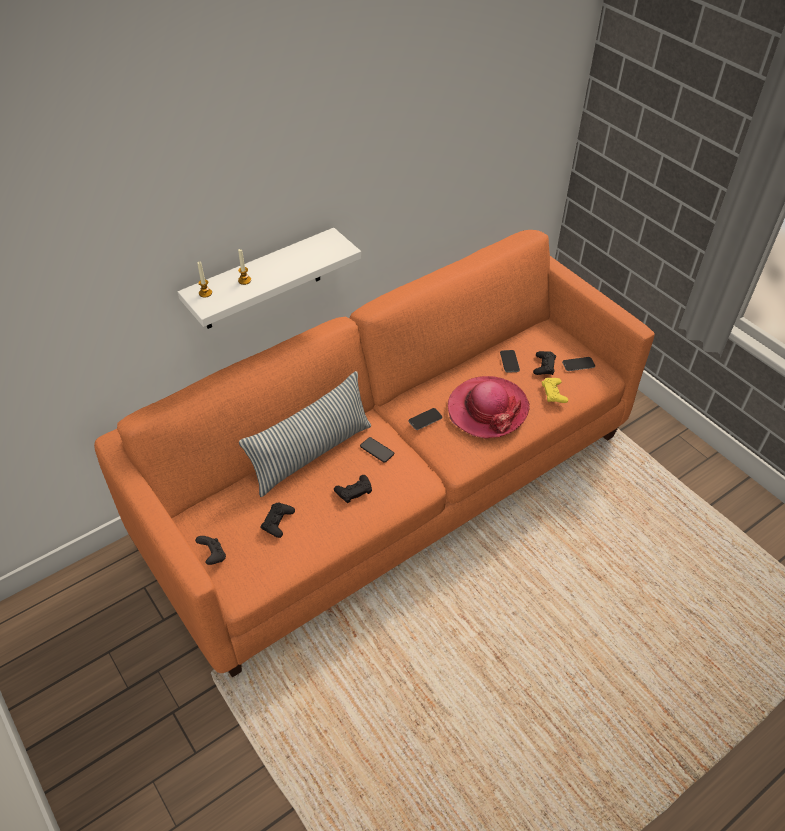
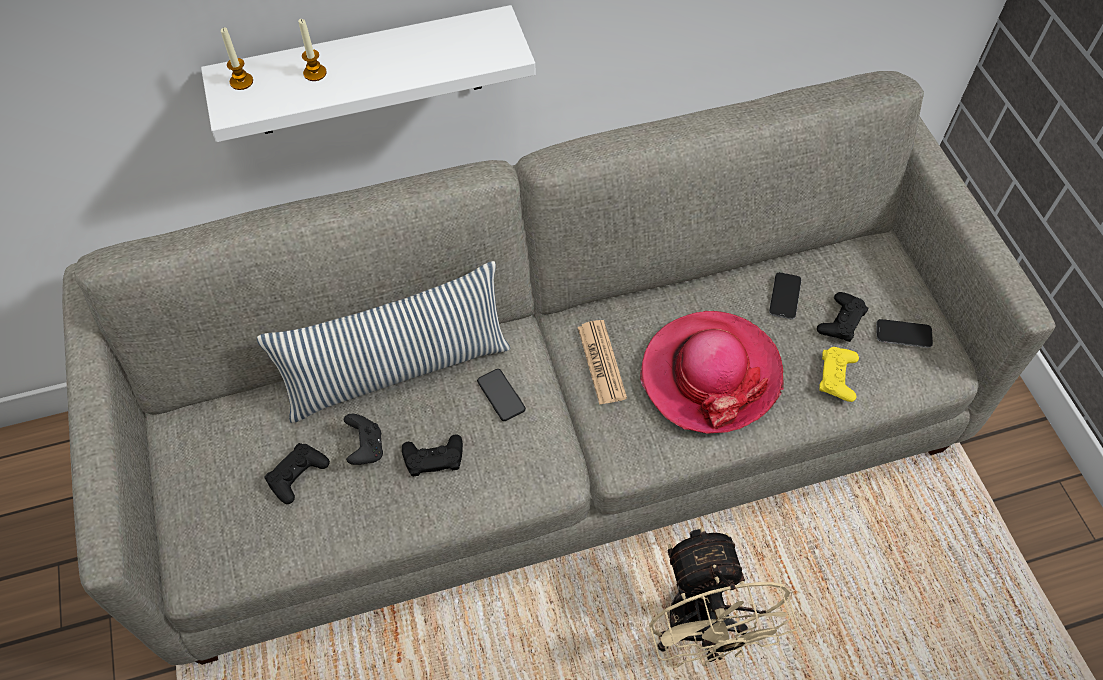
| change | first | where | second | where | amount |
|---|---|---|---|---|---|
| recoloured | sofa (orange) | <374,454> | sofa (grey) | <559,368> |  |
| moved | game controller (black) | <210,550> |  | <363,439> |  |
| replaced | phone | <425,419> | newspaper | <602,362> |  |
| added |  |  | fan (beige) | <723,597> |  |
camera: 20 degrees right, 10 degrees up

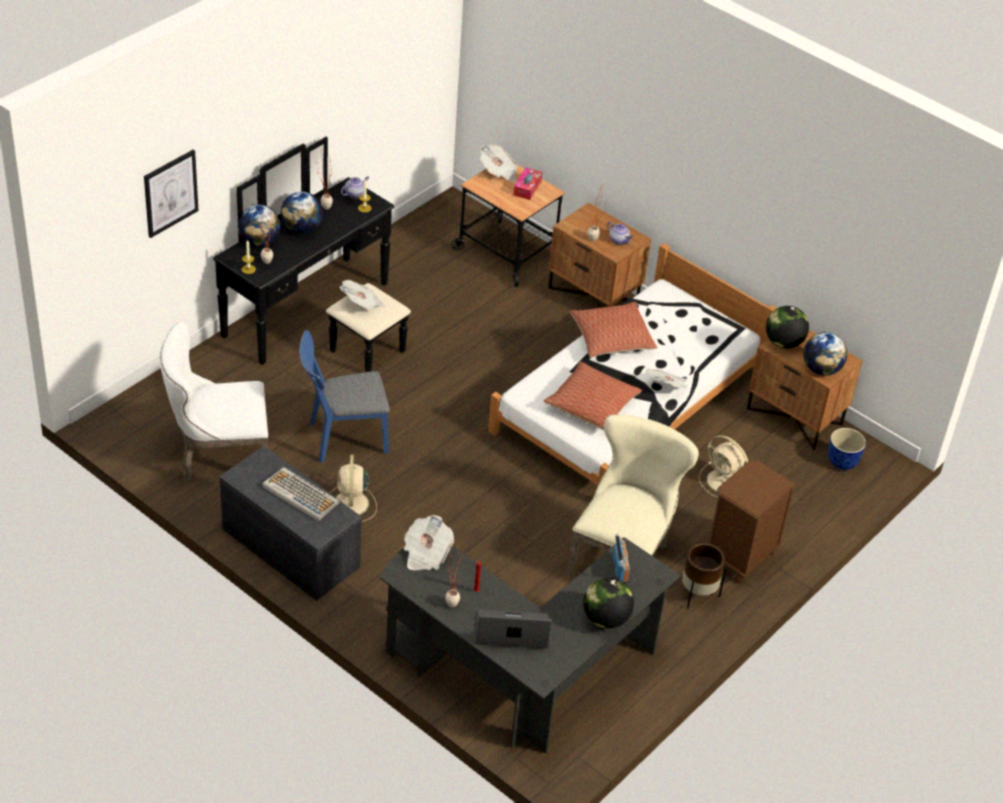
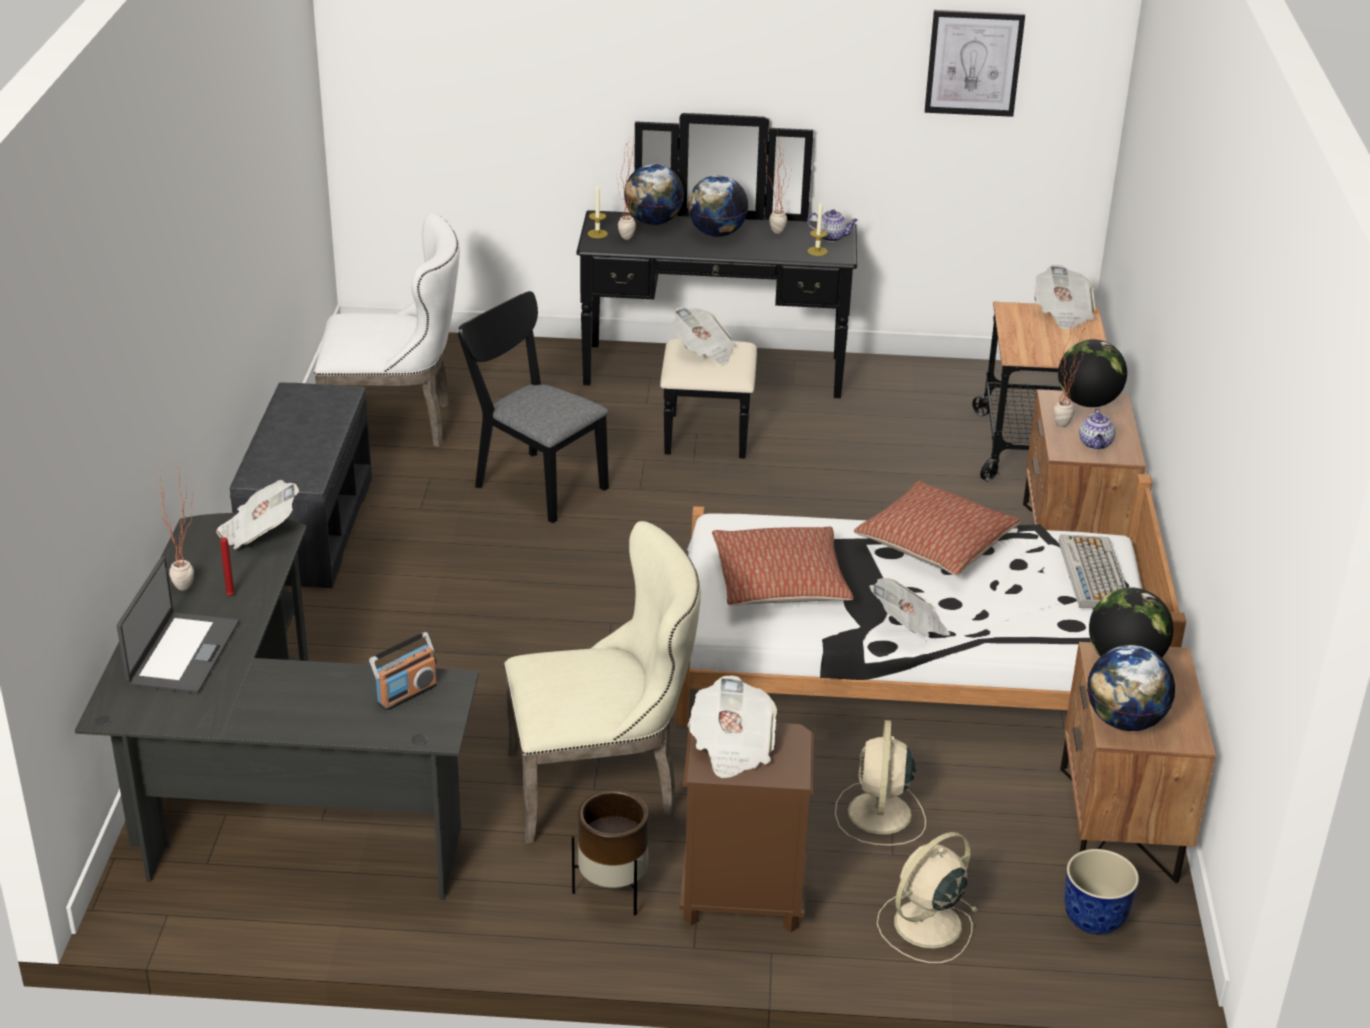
| change | first | where | second | where | amount |
|---|---|---|---|---|---|
| moved | picture | <171,194> |  | <975,63> |  |
| turned | chair (white) | <214,402> |  | <387,330> | 135 degrees clockwise |
| moved | keyboard | <301,494> |  | <1092,571> |  |
| recoloured | chair (blue) | <344,396> | chair (black) | <533,407> |  |
| moved | fan (beige) | <353,488> |  | <927,897> |  |
| turned | laptop | <514,628> |  | <178,625> | 45 degrees clockwise |
| removed | tissue box | <527,184> |  |  |  |
| moved | globe | <608,602> |  | <1092,373> |  |
| added |  |  | newspaper | <732,726> |  |
camera: 55 degrees right, 10 degrees down

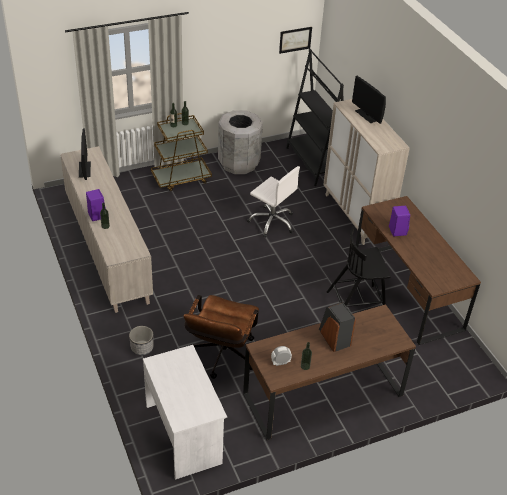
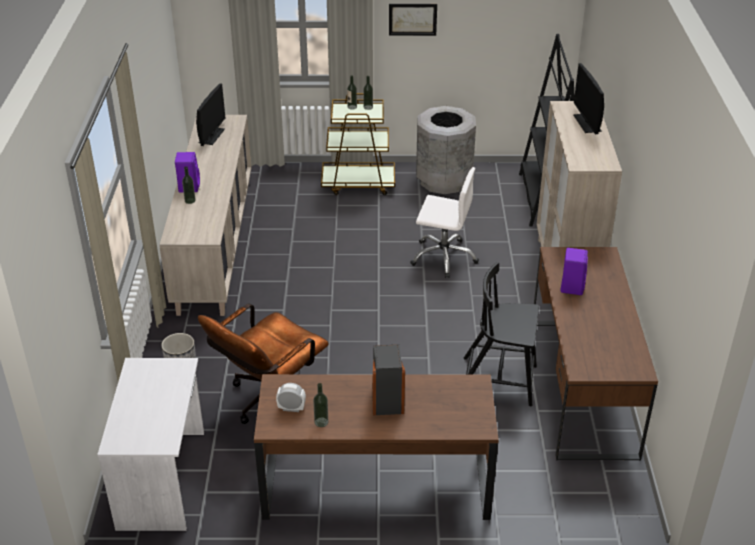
| change | first | where | second | where | amount |
|---|---|---|---|---|---|
| turned | office chair (white) | <273,202> |  | <444,222> | 45 degrees counterclockwise |
| moved | picture | <295,40> |  | <413,20> |  |
camera: 25 degrees right, 5 degrees down

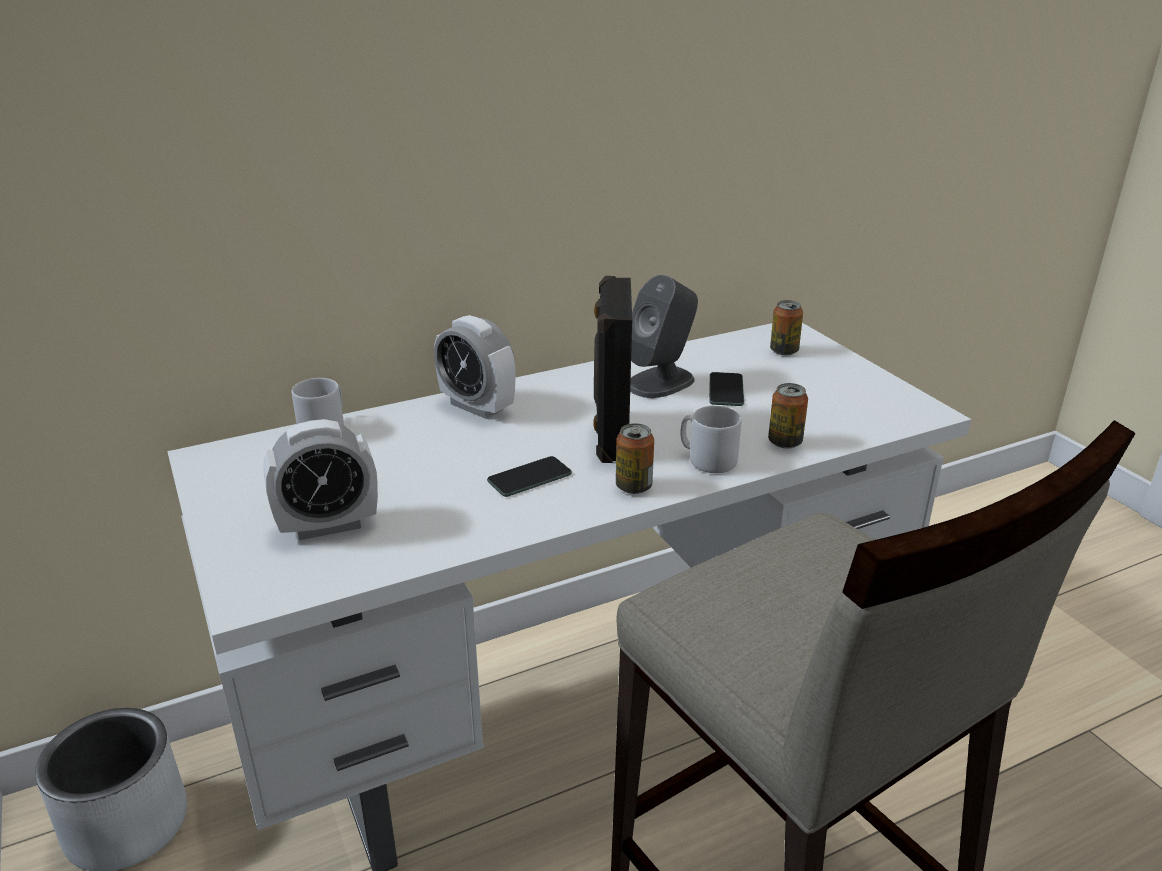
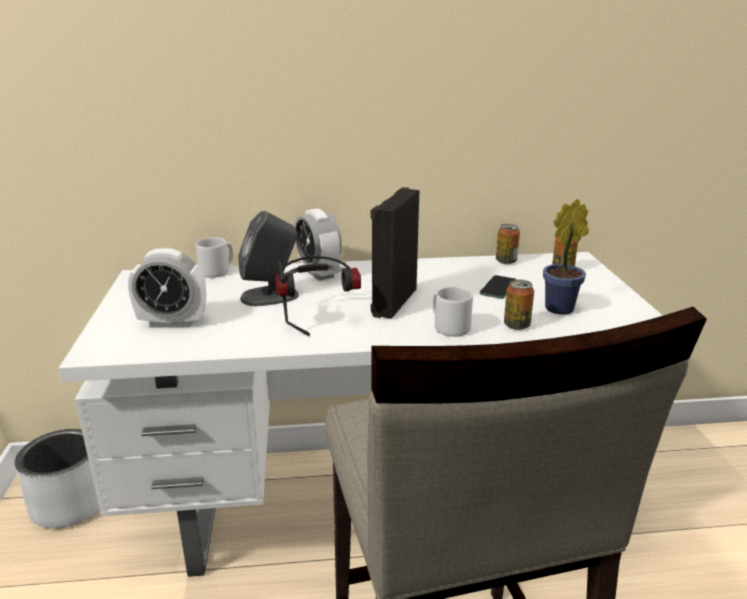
| change | first | where | second | where | amount |
|---|---|---|---|---|---|
| replaced | phone | <529,476> | headphones | <318,296> |  |
| moved | can | <635,459> |  | <508,244> |  |
| moved | speaker (grey) | <664,336> |  | <268,258> |  |
| added |  |  | potted plant | <566,257> |  |
camera: 20 degrees right, 5 degrees down

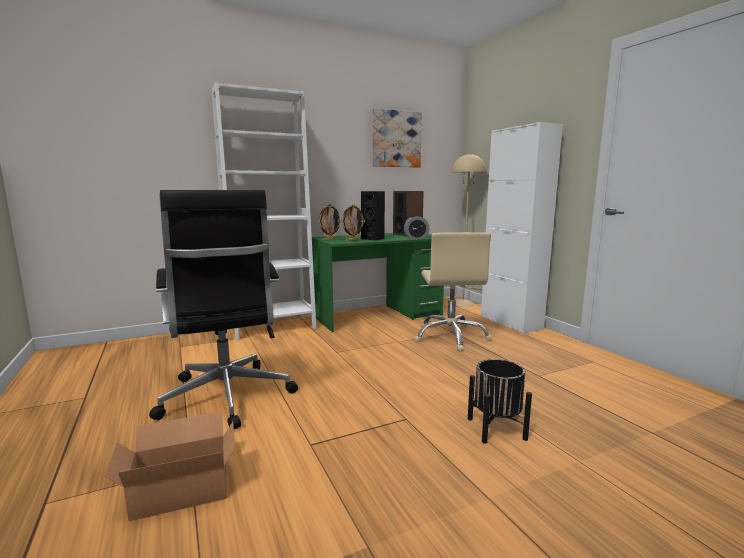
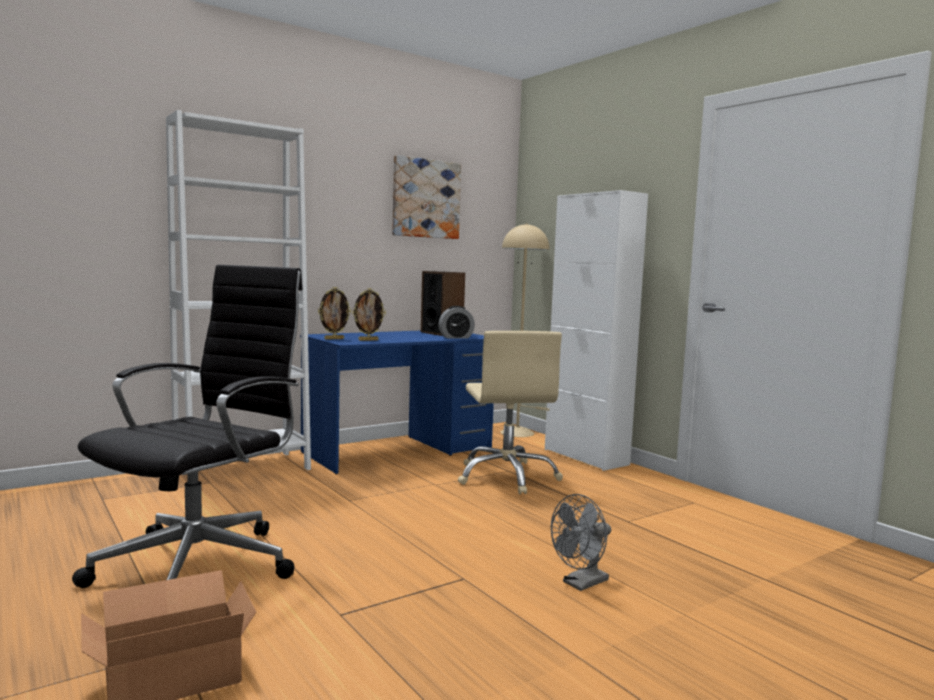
| change | first | where | second | where | amount |
|---|---|---|---|---|---|
| turned | office chair (black) | <223,309> |  | <187,426> | 120 degrees counterclockwise |
| recoloured | desk (green) | <378,282> | desk (blue) | <397,402> |  |
| removed | speaker (black) | <373,216> |  |  |  |
| replaced | planter (black) | <500,401> | fan (grey) | <581,542> |  |
camera: 10 degrees left, 5 degrees down

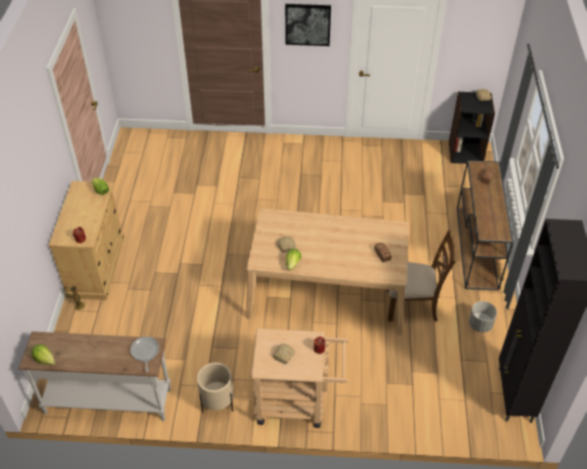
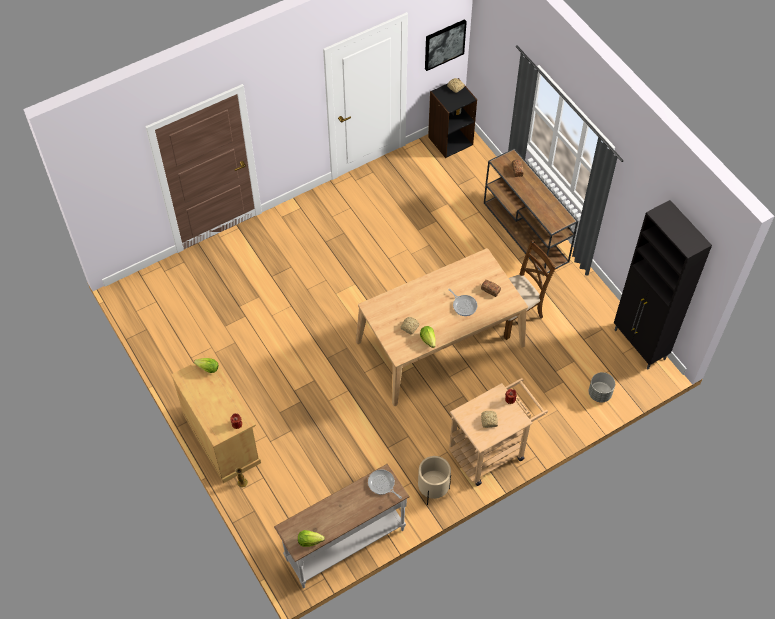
| change | first | where | second | where | amount |
|---|---|---|---|---|---|
| moved | picture | <308,25> |  | <446,45> |  |
| moved | planter (grey) | <483,317> |  | <602,387> |  |
| added |  |  | frying pan | <462,302> |  |
camera: 35 degrees left, 10 degrees up

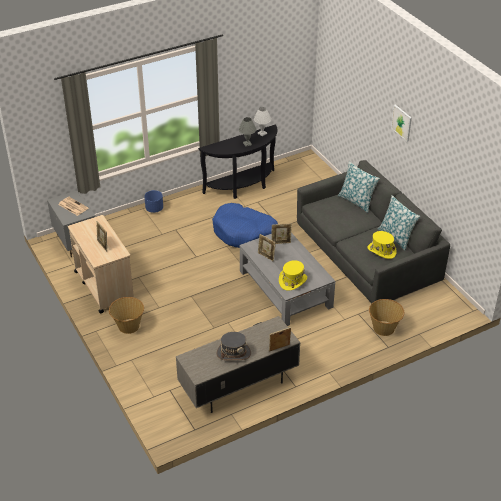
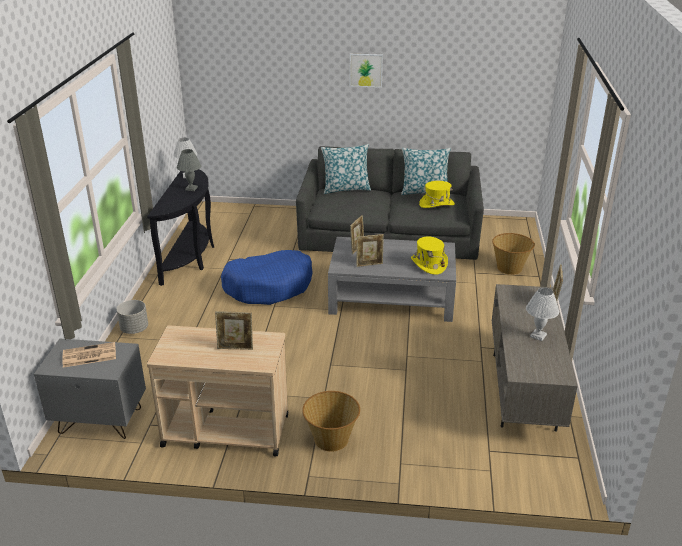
| change | first | where | second | where | amount |
|---|---|---|---|---|---|
| recoloured | planter (blue) | <153,201> | planter (grey) | <132,317> |  |
| replaced | hat (grey) | <233,346> | table lamp (white) | <542,314> |  |
camera: 55 degrees left, 10 degrees down

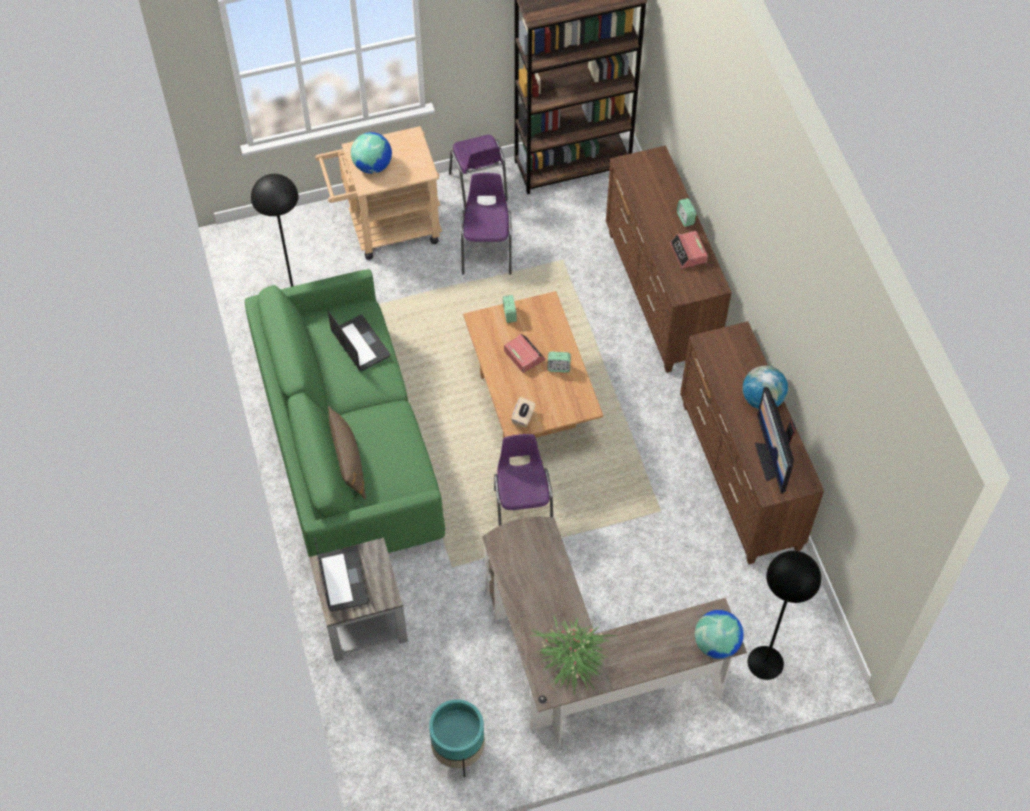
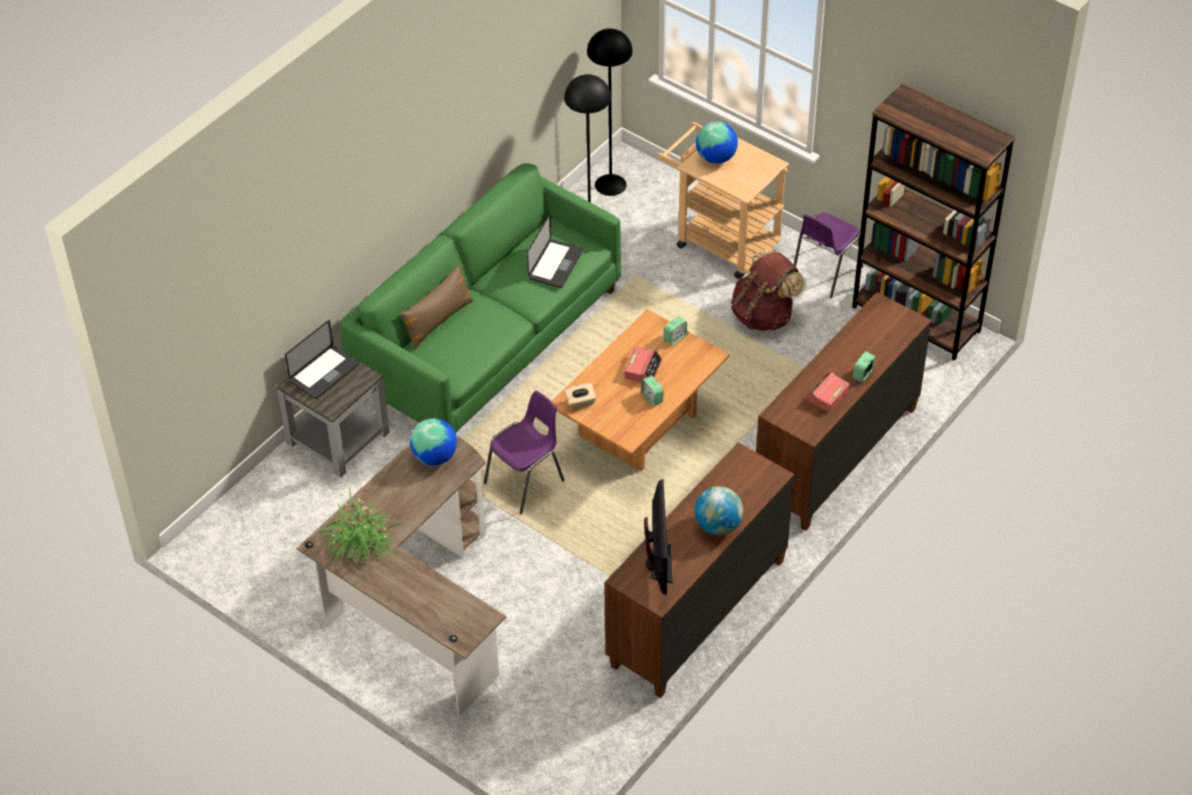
| change | first | where | second | where | amount |
|---|---|---|---|---|---|
| removed | planter (turquoise) | <457,738> |  |  |  |
| replaced | chair (purple) | <486,224> | backpack (brown) | <768,290> |  |
| moved | globe | <719,634> |  | <433,441> |  |
| moved | floor lamp (black) | <784,615> |  | <610,112> |  |
| turned | monitor | <775,440> |  | <658,537> | 135 degrees clockwise |
camera: 55 degrees right, 10 degrees down

